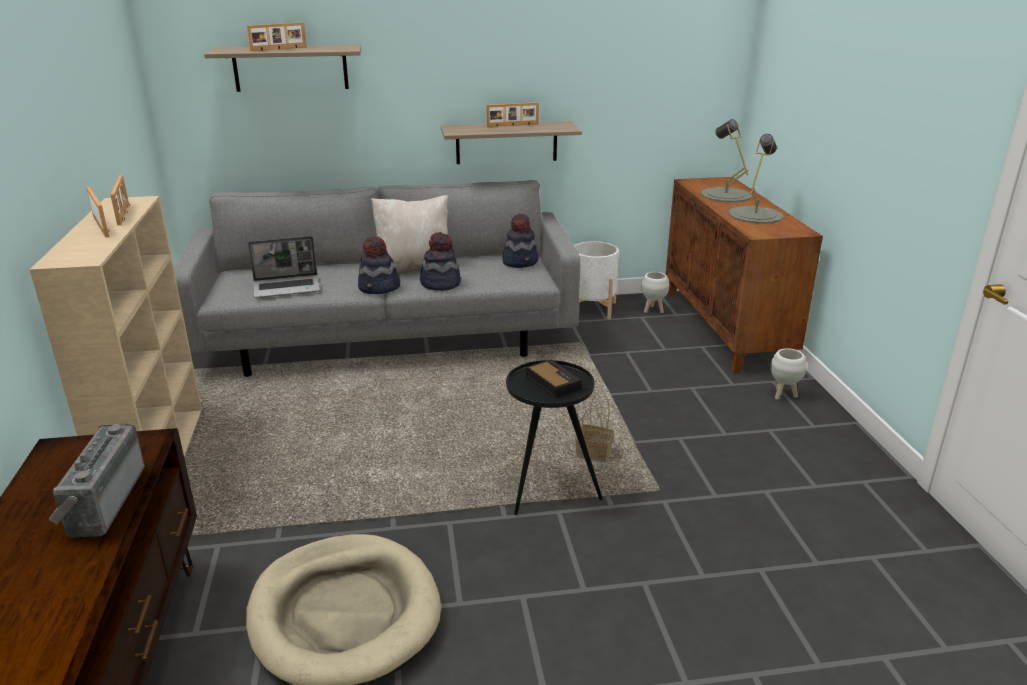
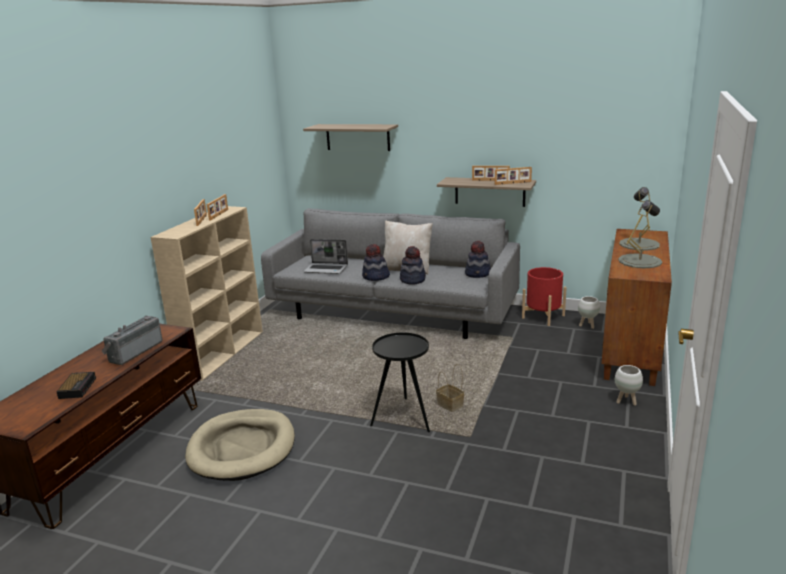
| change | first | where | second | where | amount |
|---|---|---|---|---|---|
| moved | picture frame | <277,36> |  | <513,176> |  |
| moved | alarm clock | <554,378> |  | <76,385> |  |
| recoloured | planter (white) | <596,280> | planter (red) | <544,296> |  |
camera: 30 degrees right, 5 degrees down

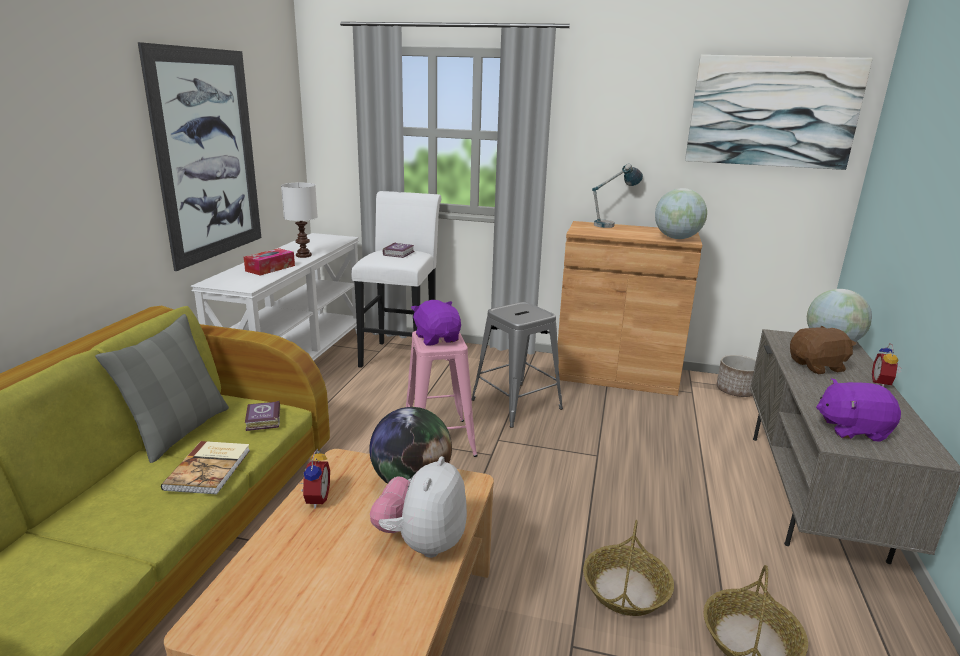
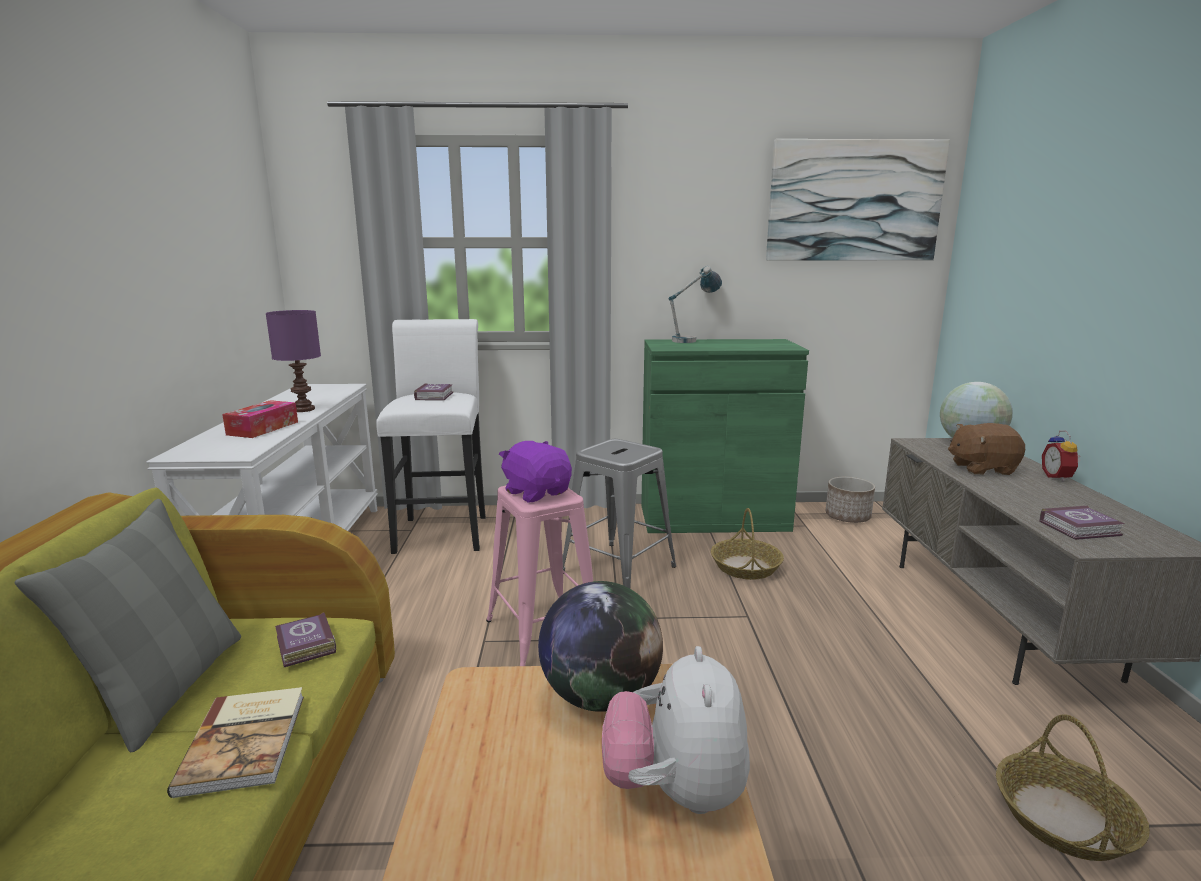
| change | first | where | second | where | amount |
|---|---|---|---|---|---|
| removed | picture | <199,156> |  |  |  |
| recoloured | table lamp (white) | <299,220> | table lamp (purple) | <293,361> |  |
| removed | alarm clock | <314,479> |  |  |  |
| recoloured | cabinet (brown) | <628,308> | cabinet (green) | <725,436> |  |
| moved | basket | <628,568> |  | <747,544> |  |
| removed | globe | <681,213> |  |  |  |
| turned | plush toy (brown) | <823,350> |  | <986,449> | 150 degrees counterclockwise |
| replaced | plush toy (purple) | <858,410> | book | <1082,523> |  |
camera: 15 degrees left, 5 degrees down

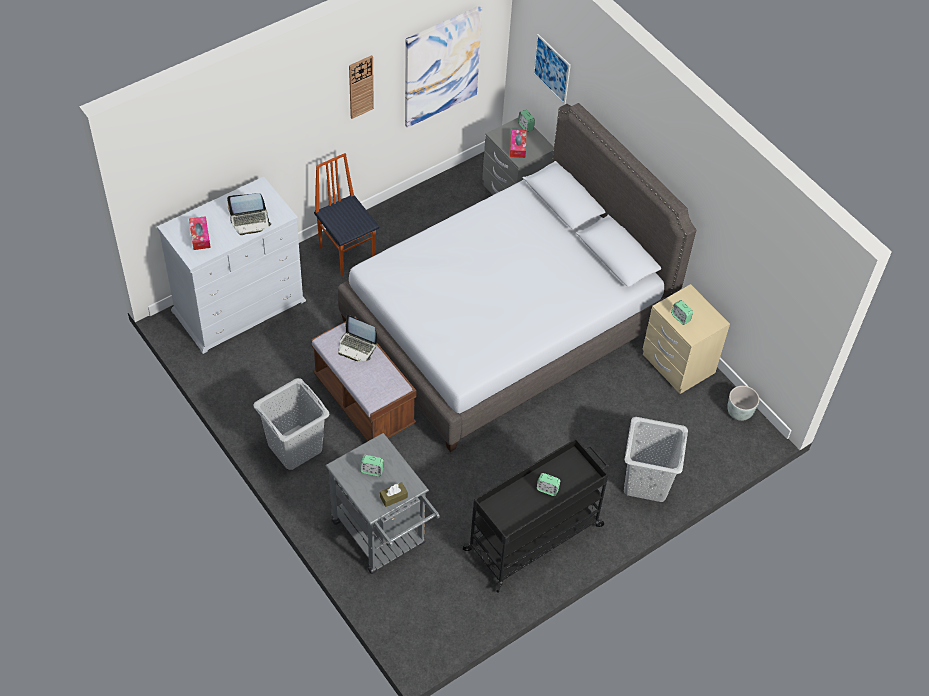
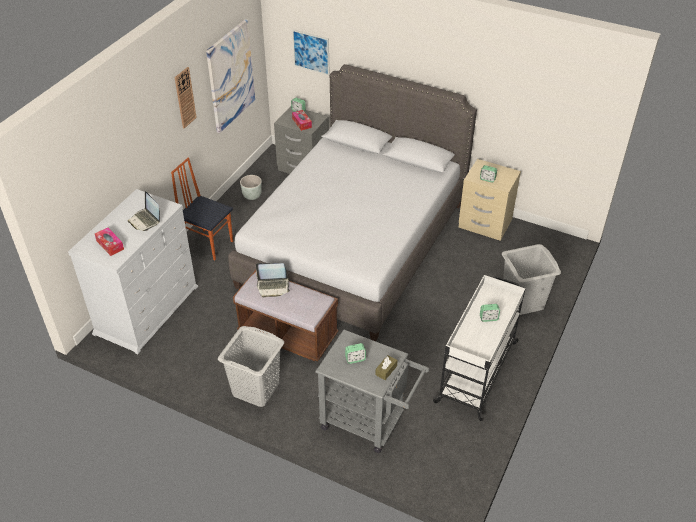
| change | first | where | second | where | amount |
|---|---|---|---|---|---|
| turned | laptop | <249,214> |  | <144,211> | 90 degrees clockwise |
| recoloured | cart (black) | <535,515> | cart (white) | <478,348> |  |
| moved | planter (grey) | <743,403> |  | <251,187> |  |
camera: 25 degrees left, 10 degrees down

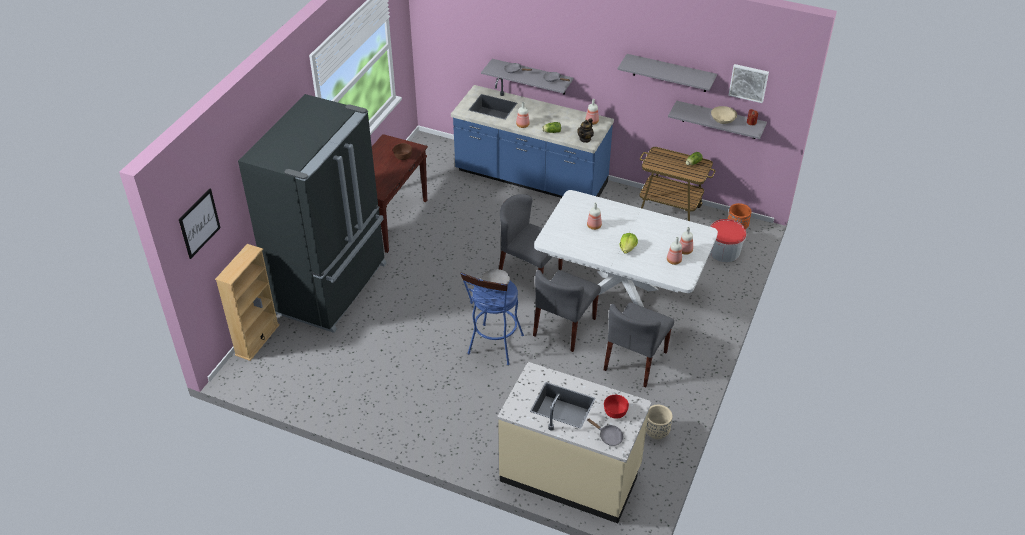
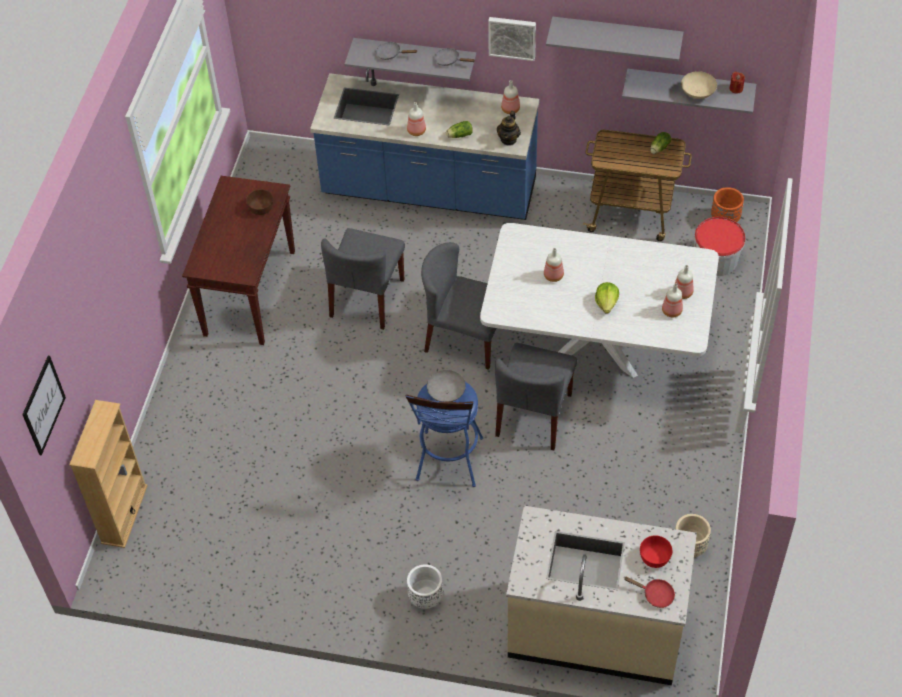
| change | first | where | second | where | amount |
|---|---|---|---|---|---|
| removed | fridge (black) | <312,213> |  |  |  |
| recoloured | frying pan (grey) | <605,432> | frying pan (red) | <649,592> |  |
| moved | chair (grey) | <639,344> |  | <363,279> |  |
| moved | picture | <749,83> |  | <512,39> |  |
| added |  |  | planter (white) | <425,586> |  |
camera: 10 degrees left, 10 degrees up

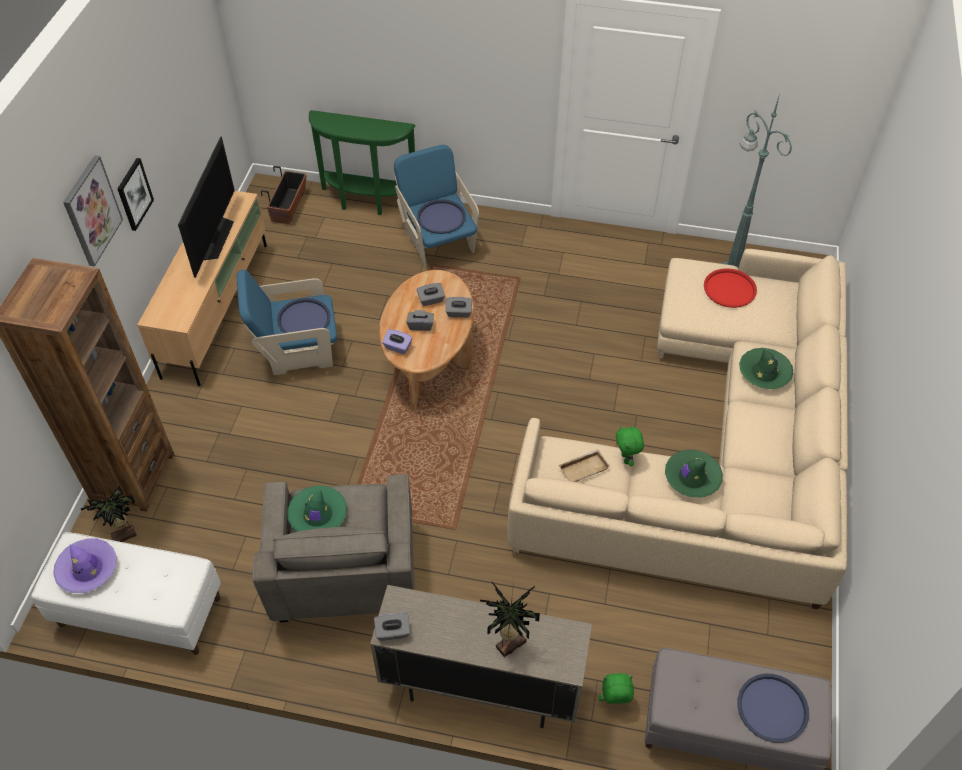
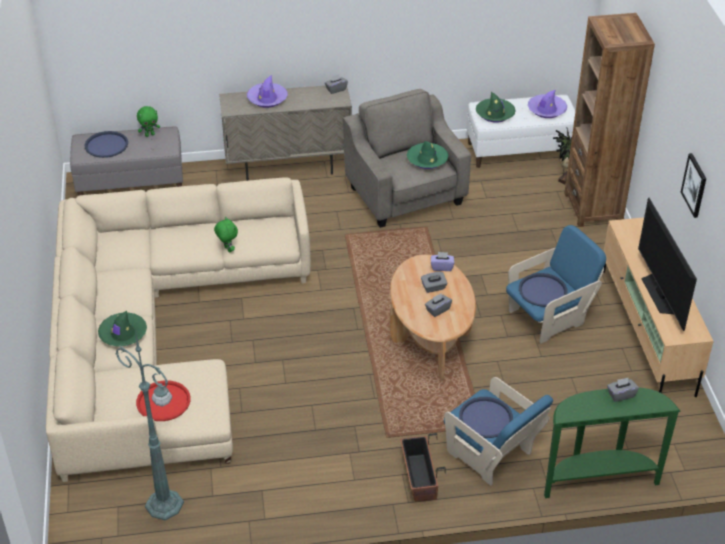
| change | first | where | second | where | amount |
|---|---|---|---|---|---|
| removed | picture | <93,211> |  |  |  |
| moved | planter | <284,195> |  | <423,467> |  |
| moved | tissue box (grey) | <459,307> |  | <623,390> |  |
| replaced | potted plant | <510,619> | hat (purple) | <267,91> |  |
| removed | tray (beige) | <584,465> |  |  |  |
| moved | plush toy (green) | <616,688> |  | <148,121> |  |
| moved | hat (green) | <694,474> |  | <496,107> |  |
camera: 160 degrees right, 10 degrees down

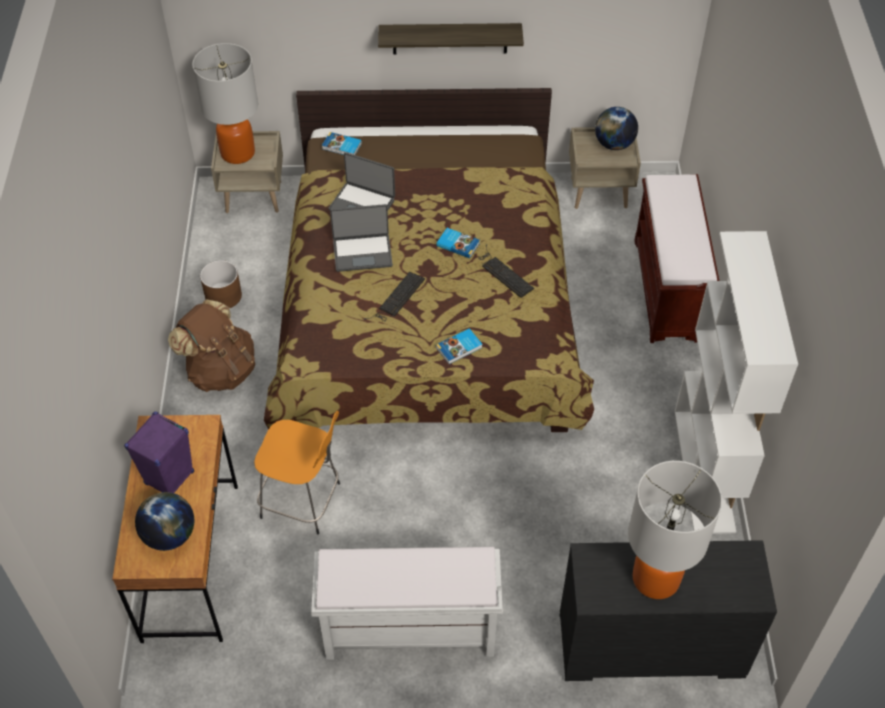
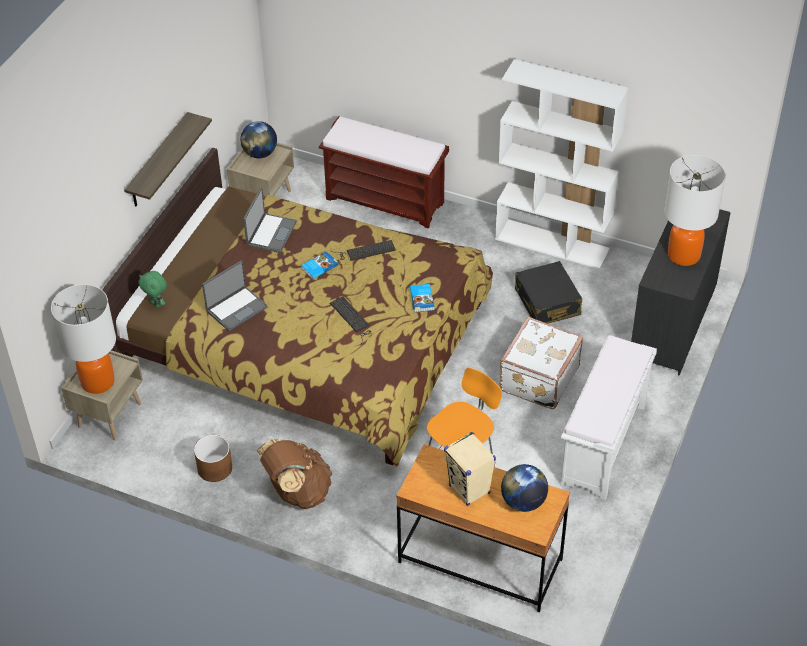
| change | first | where | second | where | amount |
|---|---|---|---|---|---|
| recoloured | speaker (purple) | <159,452> | speaker (beige) | <470,469> |  |
| replaced | book | <342,143> | plush toy (green) | <152,289> |  |
| moved | laptop | <361,238> |  | <270,220> |  |
| added |  |  | suitcase (white) | <541,363> |  |
| added |  |  | suitcase (black) | <548,292> |  |
camera: 65 degrees left, 5 degrees down

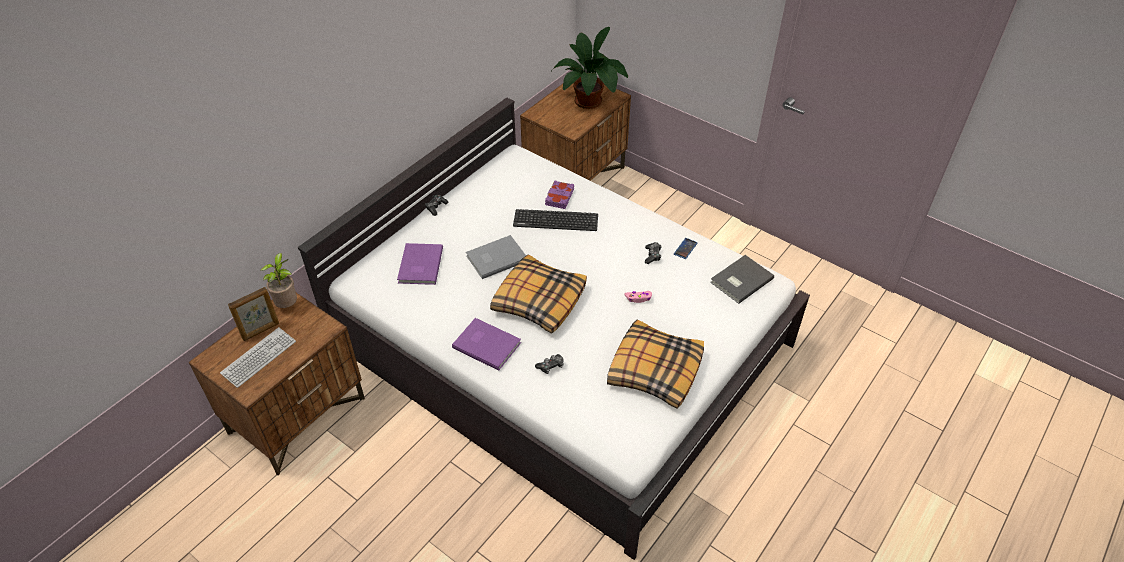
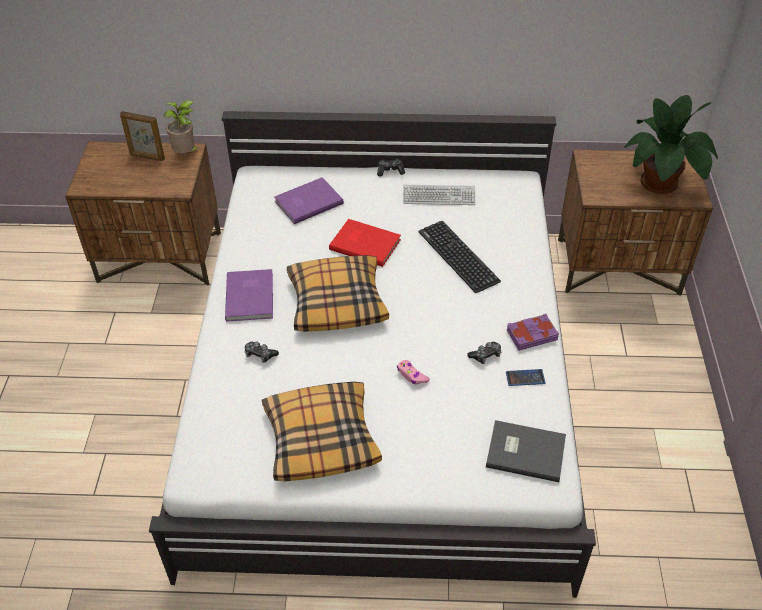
| change | first | where | second | where | amount |
|---|---|---|---|---|---|
| moved | keyboard | <258,357> |  | <439,195> |  |
| recoloured | book (grey) | <496,257> | book (red) | <365,243> |  |
| moved | book (purple) | <559,194> |  | <533,332> |  |
camera: 55 degrees right, 0 degrees up

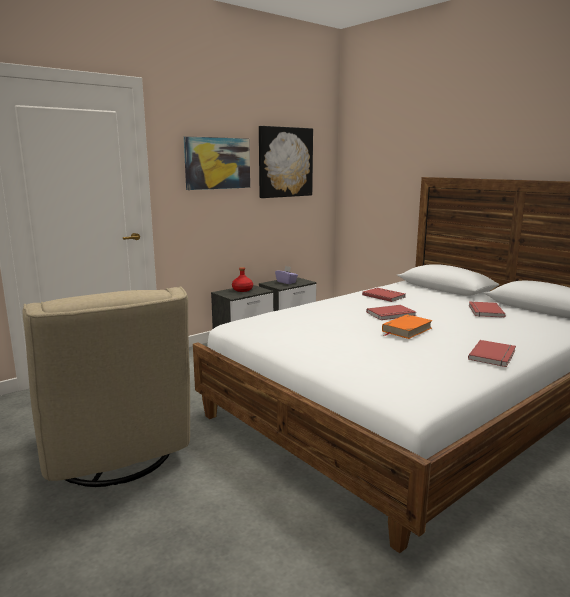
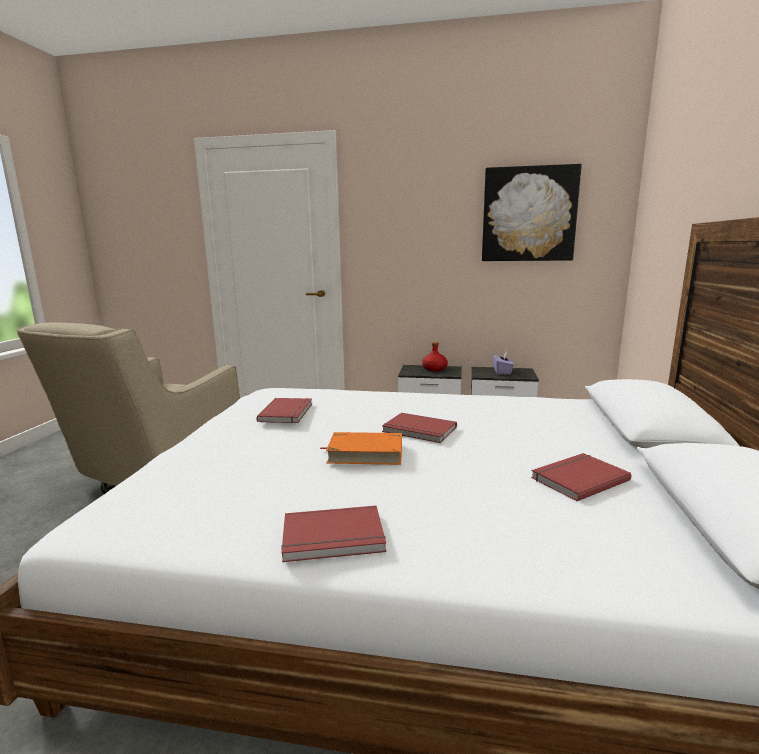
| change | first | where | second | where | amount |
|---|---|---|---|---|---|
| removed | picture | <217,163> |  |  |  |
| moved | book (red) | <384,295> |  | <284,410> |  |
camera: 50 degrees right, 0 degrees up

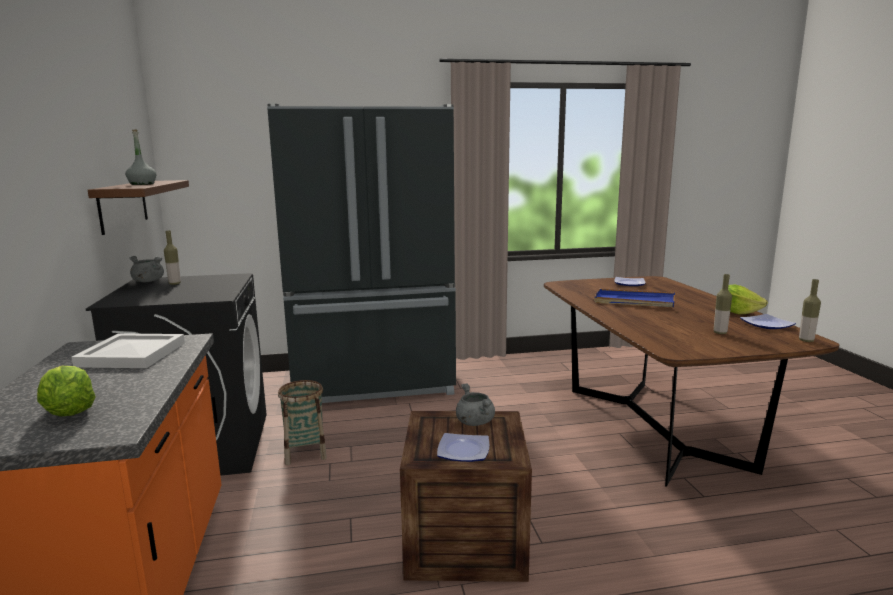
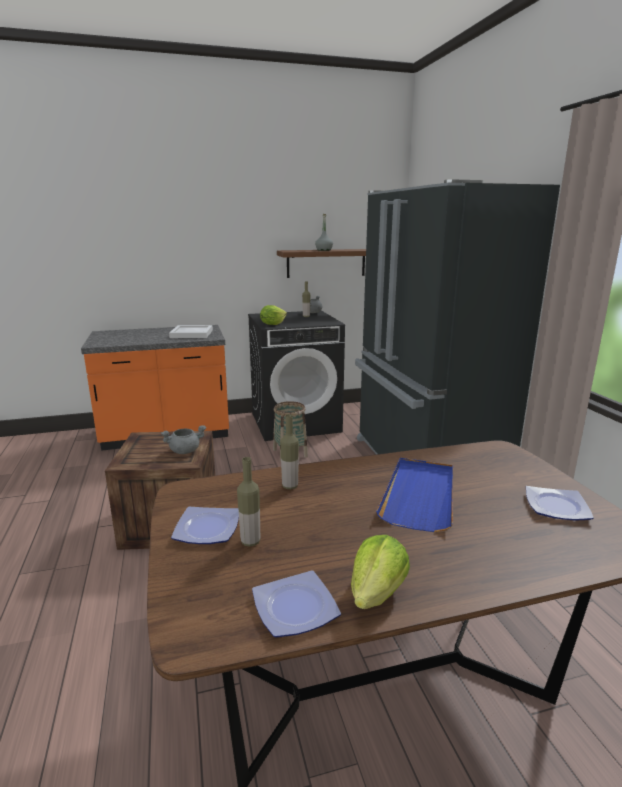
| change | first | where | second | where | amount |
|---|---|---|---|---|---|
| moved | lettuce | <66,391> |  | <273,315> |  |
| moved | plate | <463,447> |  | <205,525> |  |
| moved | bottle | <810,310> |  | <289,451> |  |
camera: 85 degrees right, 5 degrees up

